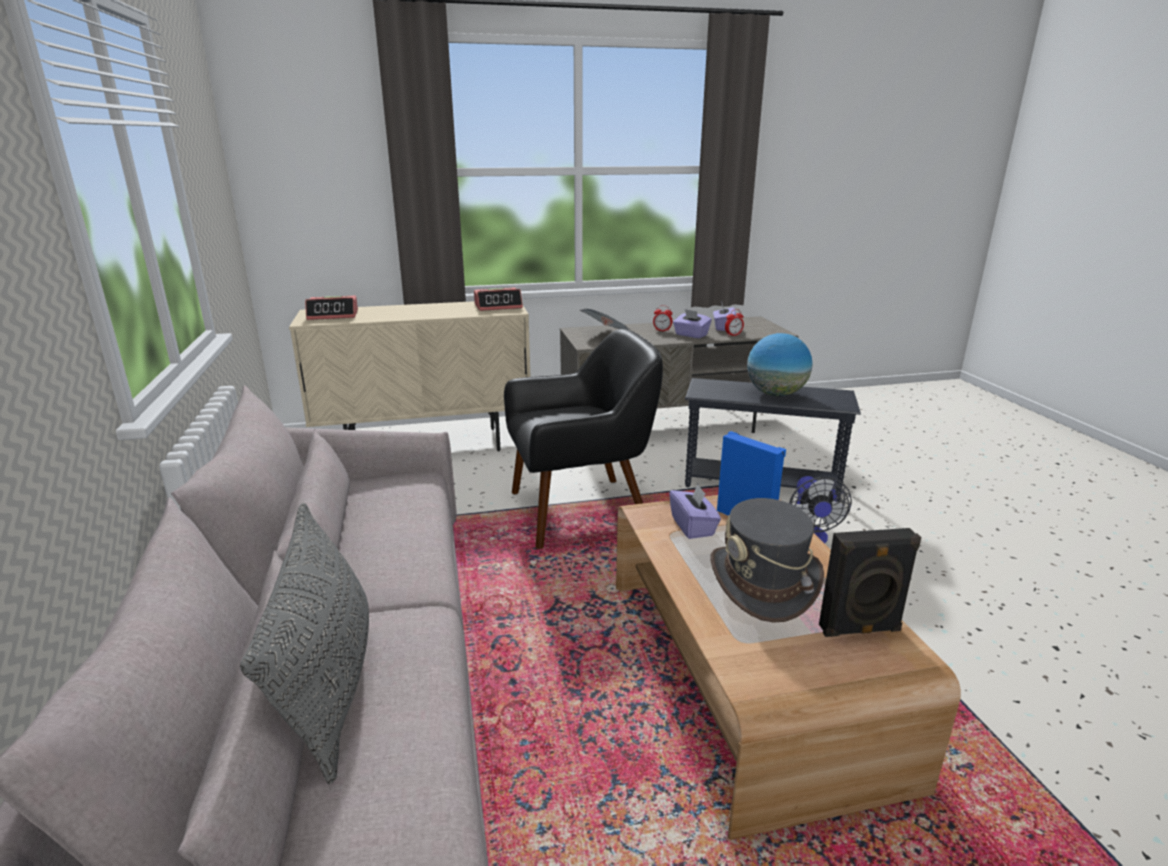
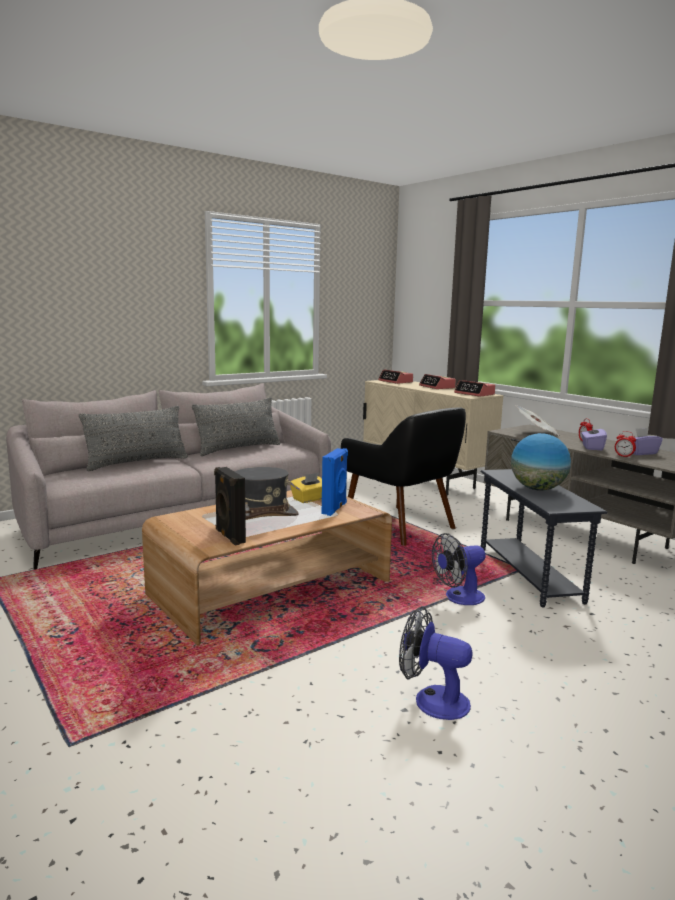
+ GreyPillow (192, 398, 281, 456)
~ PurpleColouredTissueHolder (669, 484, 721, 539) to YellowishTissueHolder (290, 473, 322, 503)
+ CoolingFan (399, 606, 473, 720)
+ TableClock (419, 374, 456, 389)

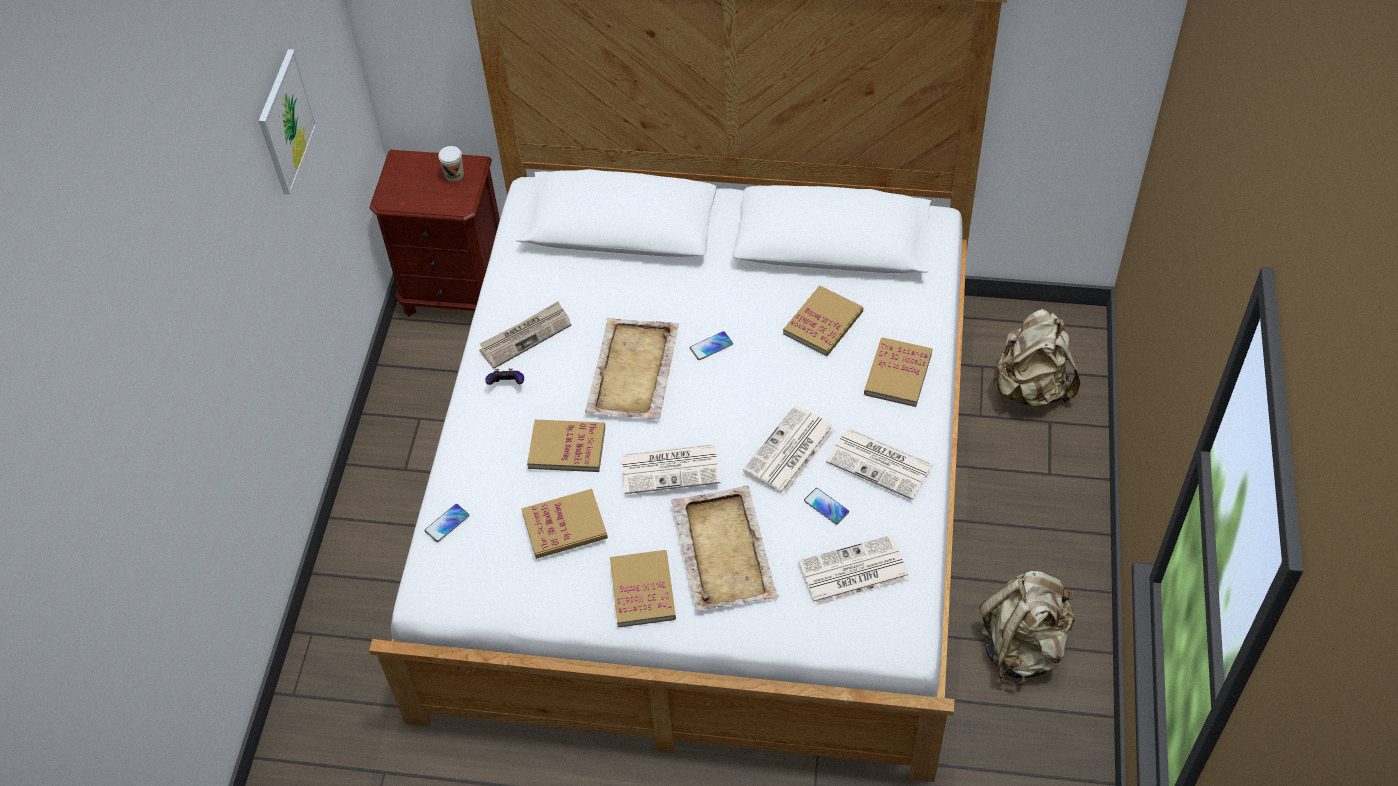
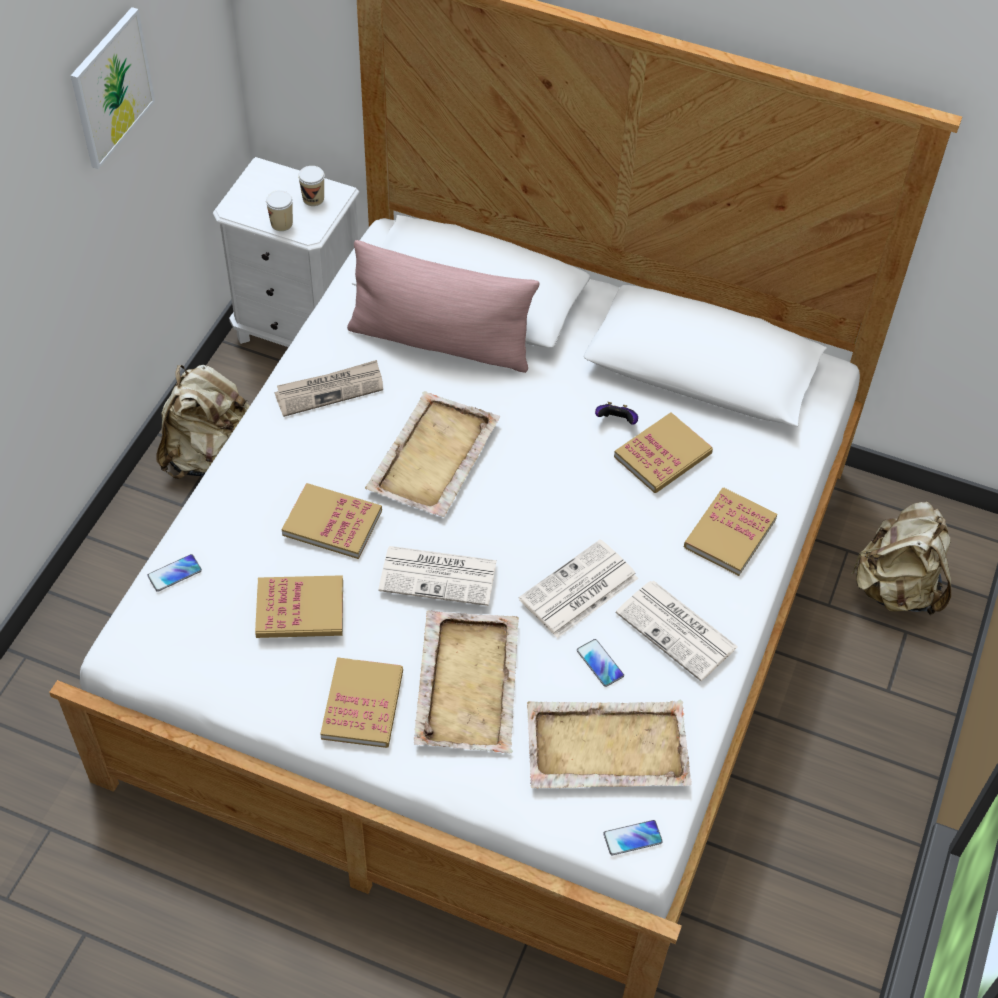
~ BeigeColouredBackpack (979, 571, 1075, 685) to (156, 365, 250, 479)
~ BrownColouredNightTable (369, 150, 500, 316) to WhiteNightTable (213, 157, 360, 347)
+ SmallCup (266, 190, 293, 231)
+ PinkPillow (347, 240, 540, 373)
~ PrintedPaper (798, 535, 909, 606) to BeigeColouredServingTray (527, 700, 692, 789)
~ Joypad (485, 368, 524, 385) to (595, 402, 638, 425)
~ Telephone (690, 331, 733, 360) to (603, 820, 663, 855)

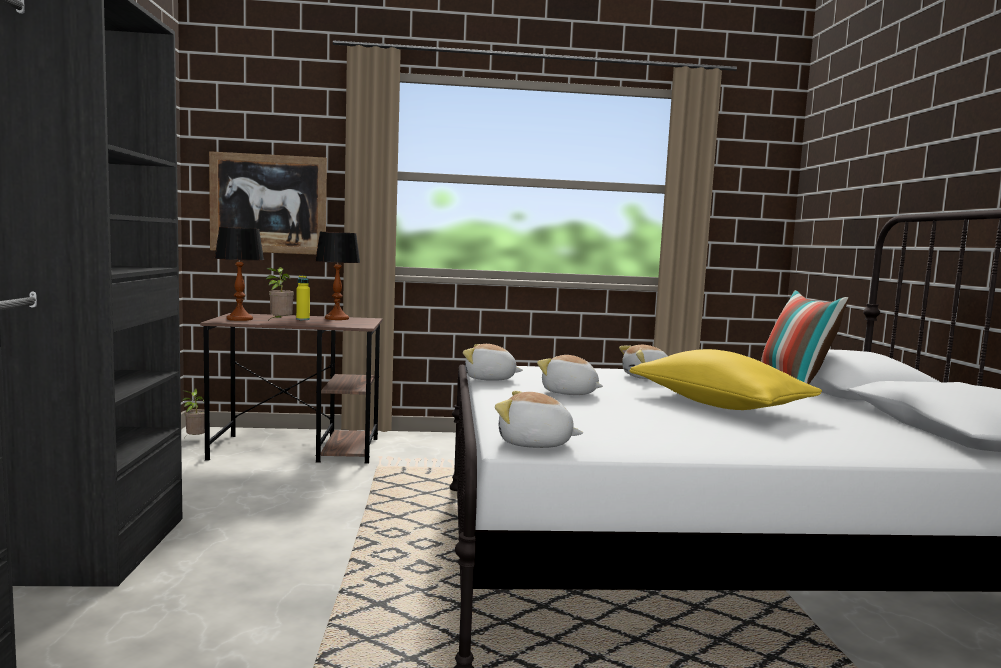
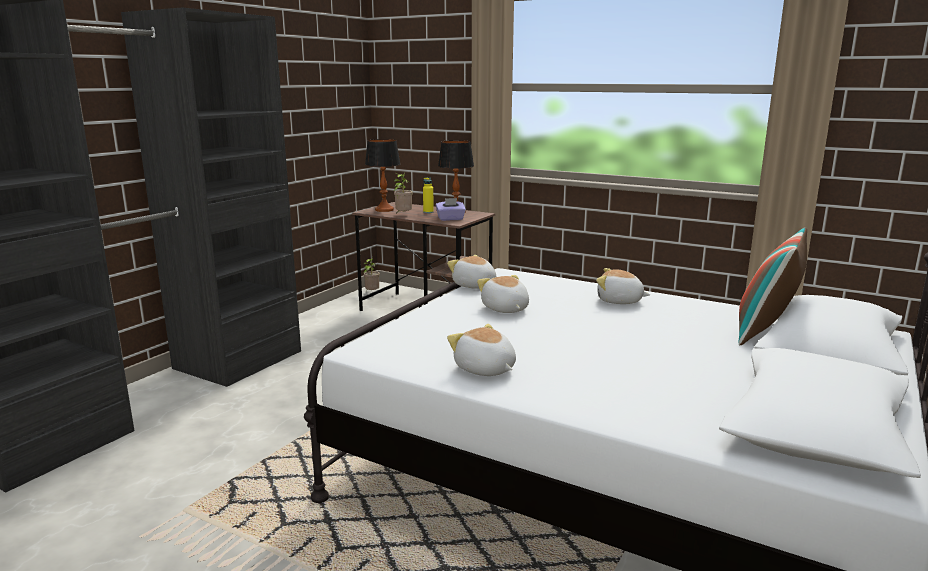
+ PurpleColouredTissueHolder (436, 198, 466, 221)
~ SoftToy (495, 391, 583, 448) to (447, 324, 516, 376)
- Picture (209, 151, 327, 255)
- YellowishPillow (629, 349, 822, 410)

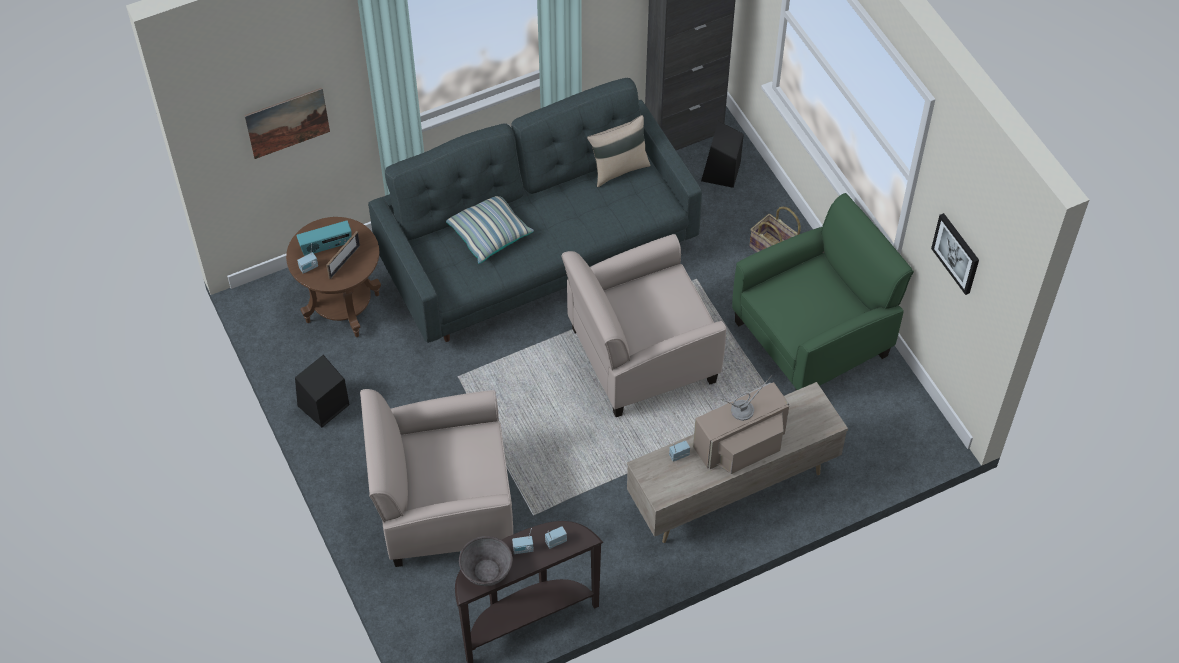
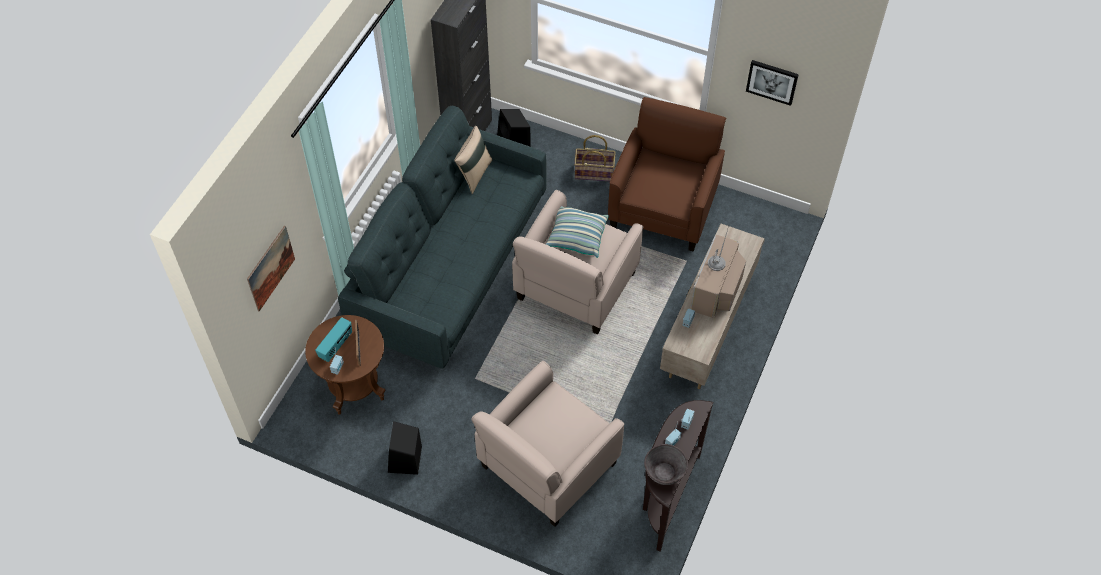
~ Pillow (446, 196, 534, 264) to (546, 206, 609, 258)
~ GreenColouredEasyChair (732, 193, 914, 390) to BrownColouredEasyChair (608, 97, 726, 252)

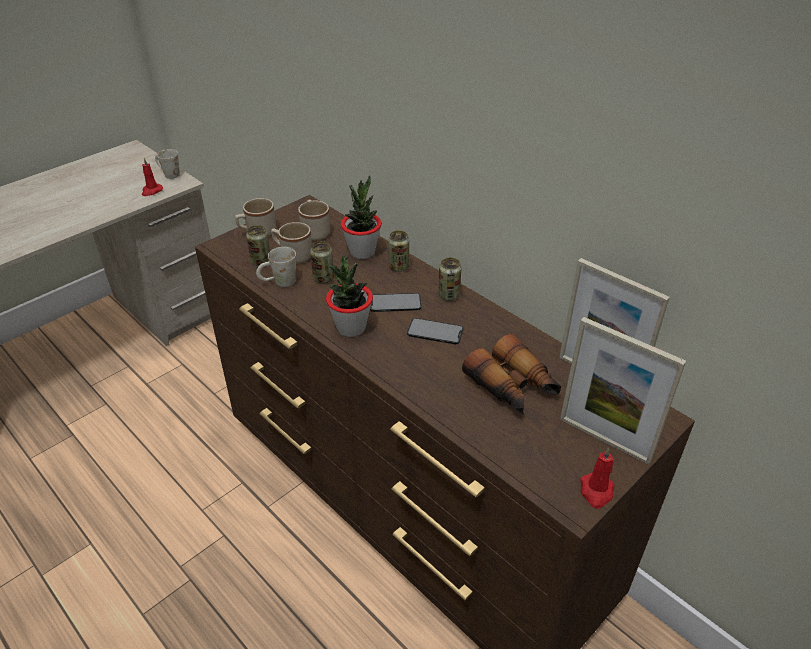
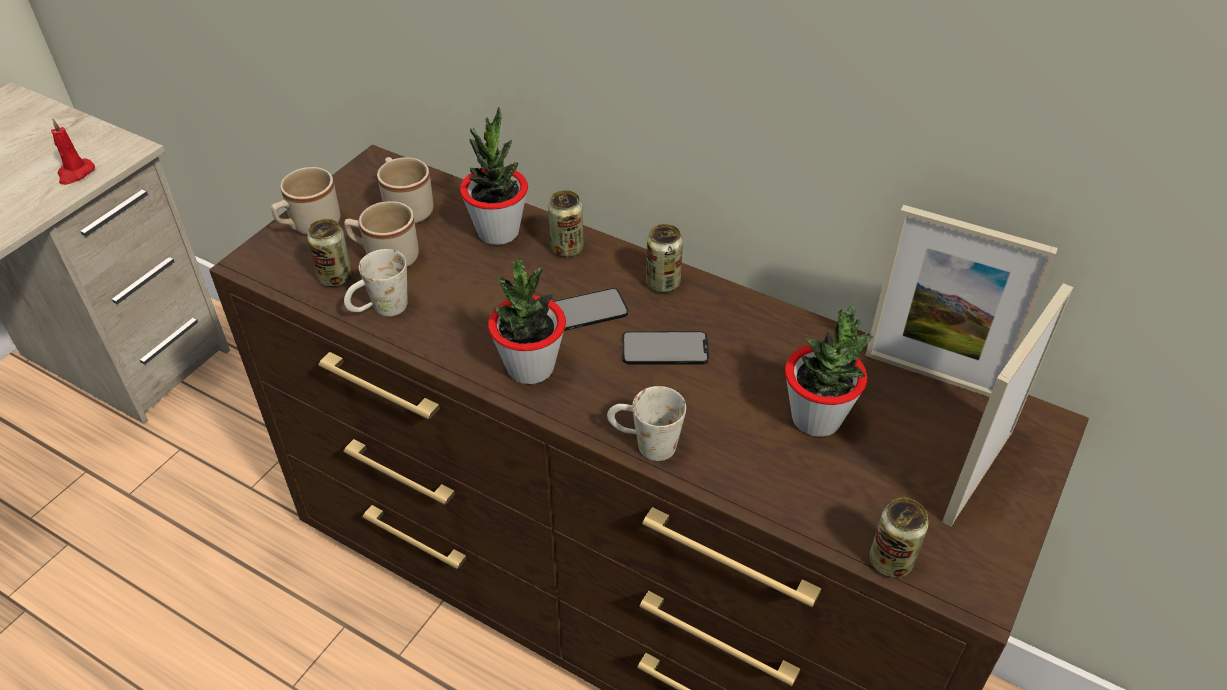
~ WhiteCoffeeMug (155, 149, 180, 179) to (607, 386, 686, 461)
~ Binoculars (462, 334, 561, 414) to Houseplant (785, 305, 873, 437)
~ SealedCan (310, 241, 334, 283) to (869, 498, 928, 578)
~ PhotoFrame (560, 317, 686, 465) = (942, 283, 1073, 527) 105 degrees clockwise
- RedColouredWaxLight (580, 447, 615, 508)

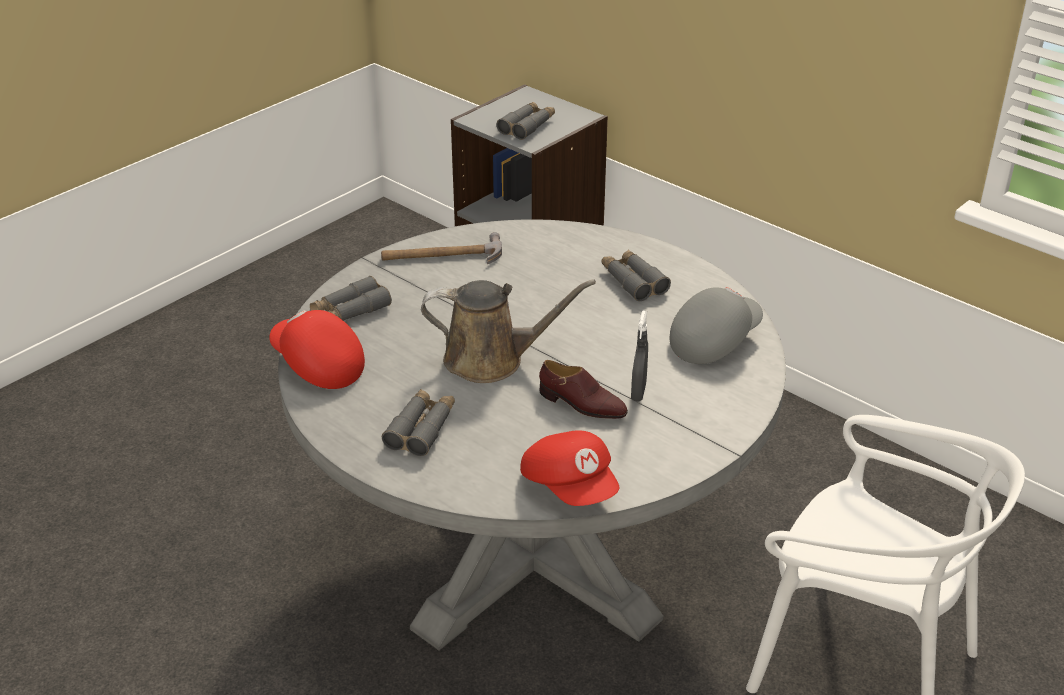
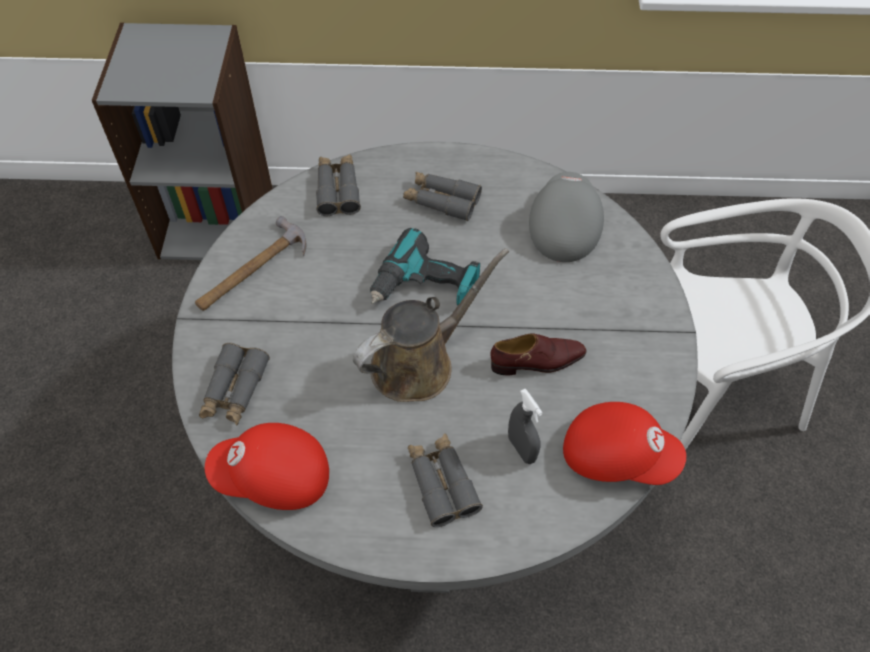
~ GreyBinoculars (497, 102, 555, 140) to (316, 154, 361, 216)
+ ElectricDrill (370, 228, 480, 305)
~ GreyHandSprayer (631, 311, 648, 401) to (508, 389, 543, 464)

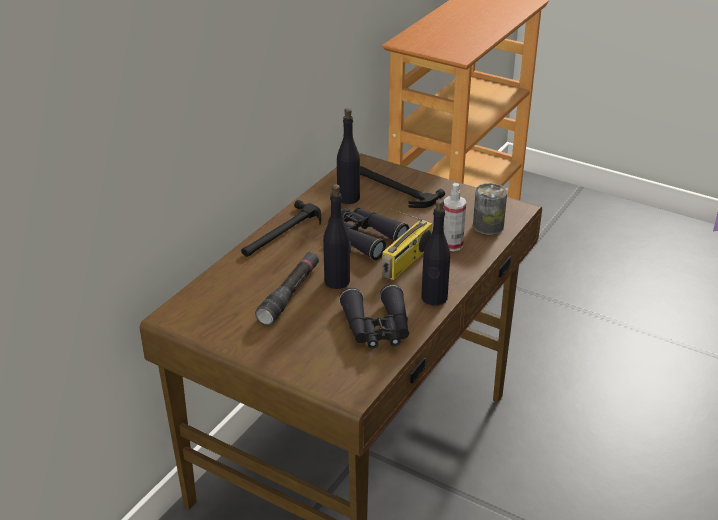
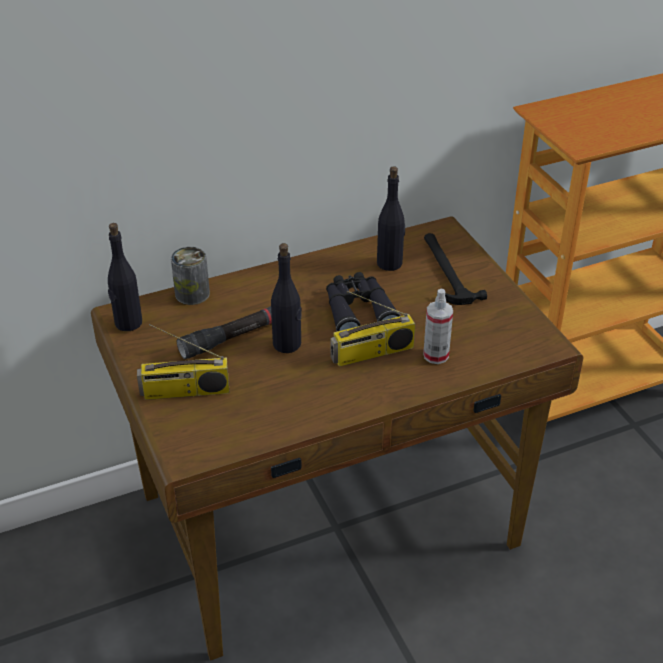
~ BlackishBottle (421, 199, 450, 306) to (108, 223, 142, 331)
+ Radio (137, 324, 230, 400)
~ SealedCan (473, 183, 507, 235) to (171, 247, 210, 305)
- Hammer (241, 200, 321, 257)
- BlackishBinoculars (339, 284, 409, 349)

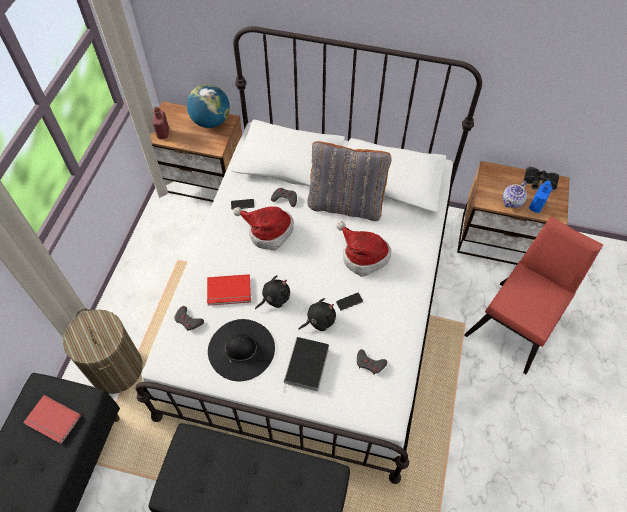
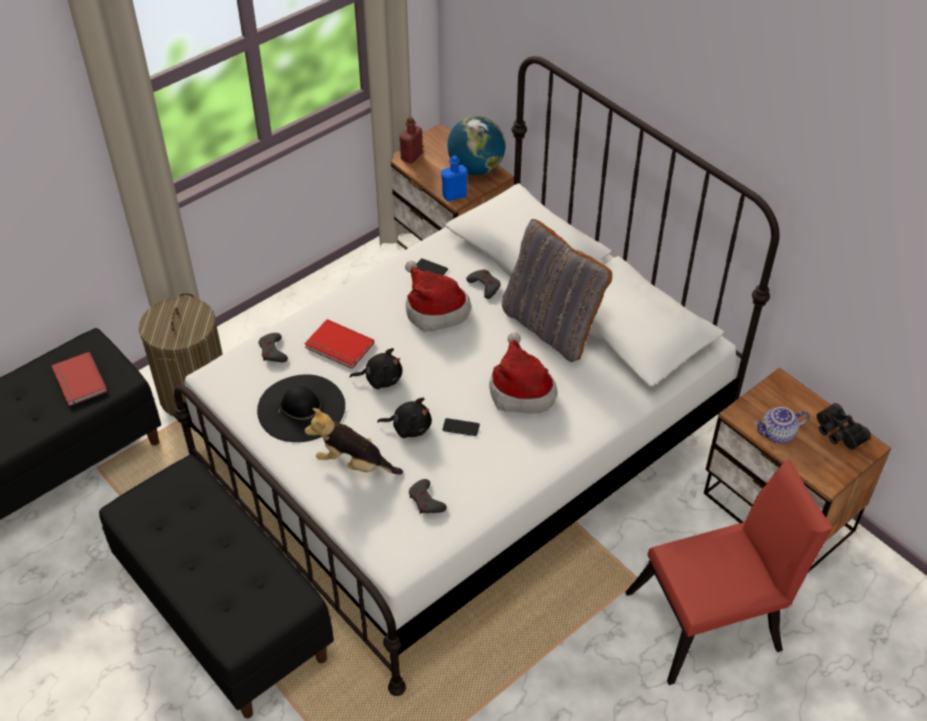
~ BoundBook (284, 337, 329, 392) to SoftToy (305, 408, 403, 474)
~ BlueColouredBottle (529, 180, 553, 213) to (441, 155, 468, 201)

